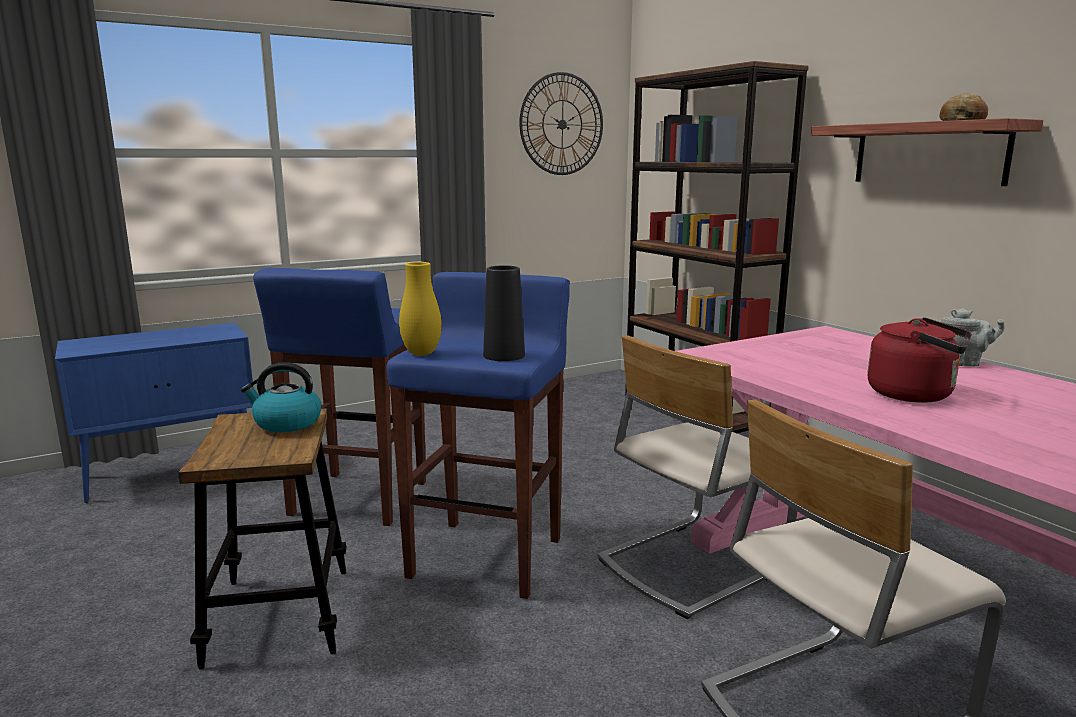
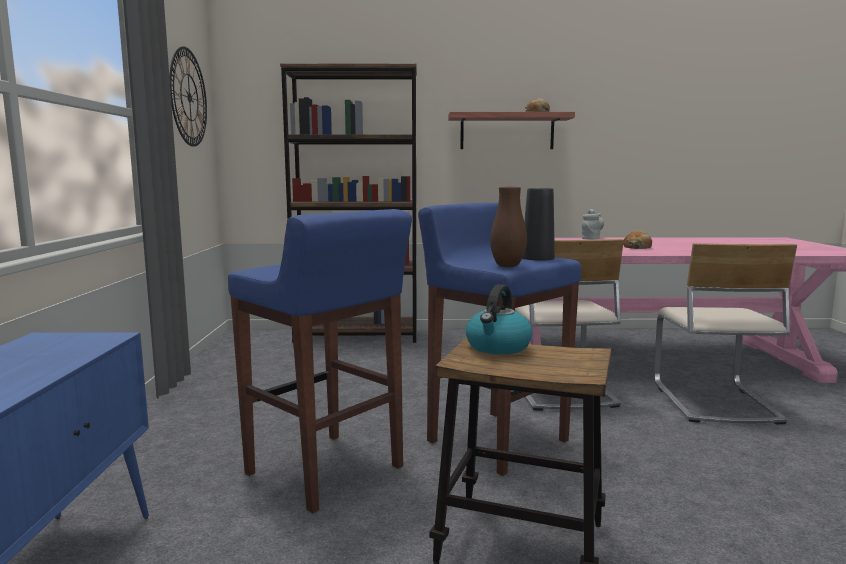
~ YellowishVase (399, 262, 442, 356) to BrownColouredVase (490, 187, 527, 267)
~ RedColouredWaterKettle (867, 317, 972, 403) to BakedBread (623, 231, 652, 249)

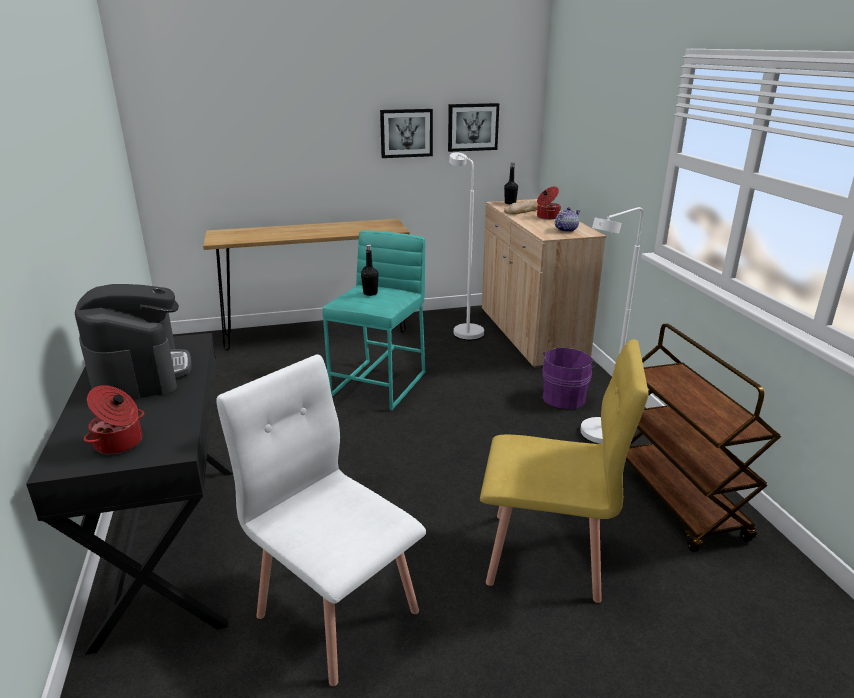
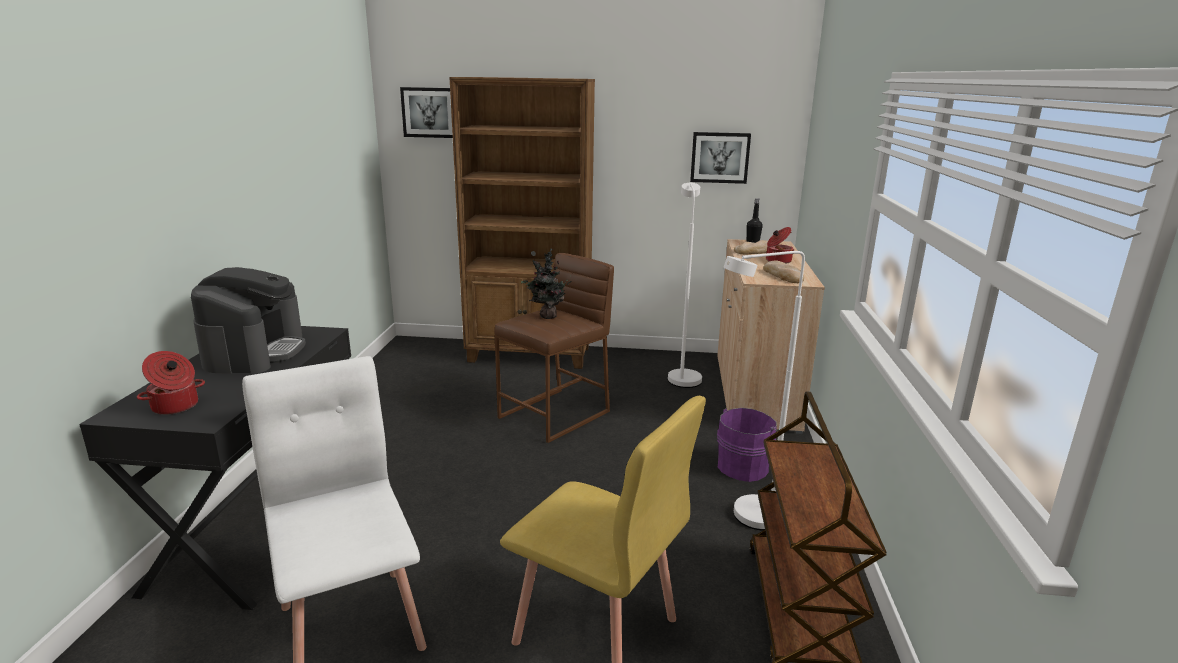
~ Picture (380, 109, 433, 158) to (400, 87, 453, 138)
~ BrownColouredHallTable (203, 219, 410, 350) to BrownColouredBookshelf (449, 77, 595, 369)
~ BlueGreenStoolSeat (322, 230, 425, 410) to BrownColouredStoolSeat (495, 253, 614, 443)
~ BlackishBottle (361, 245, 378, 296) to Houseplant (521, 249, 571, 319)
~ TeaPot (555, 207, 580, 232) to BakedBread (763, 261, 804, 283)

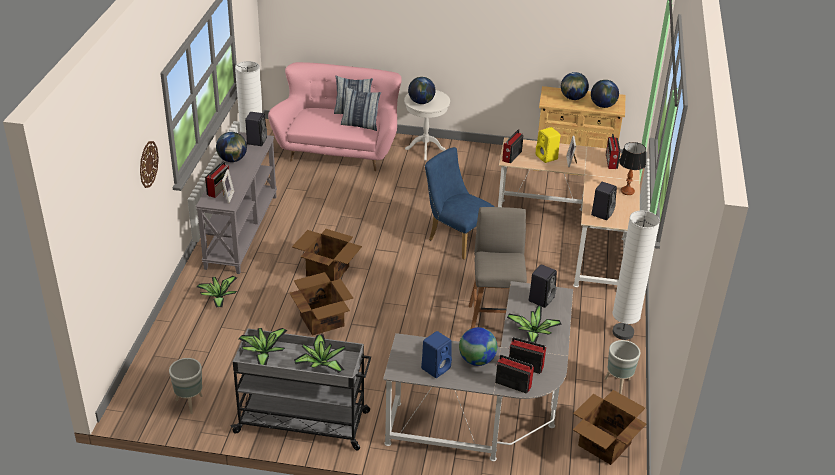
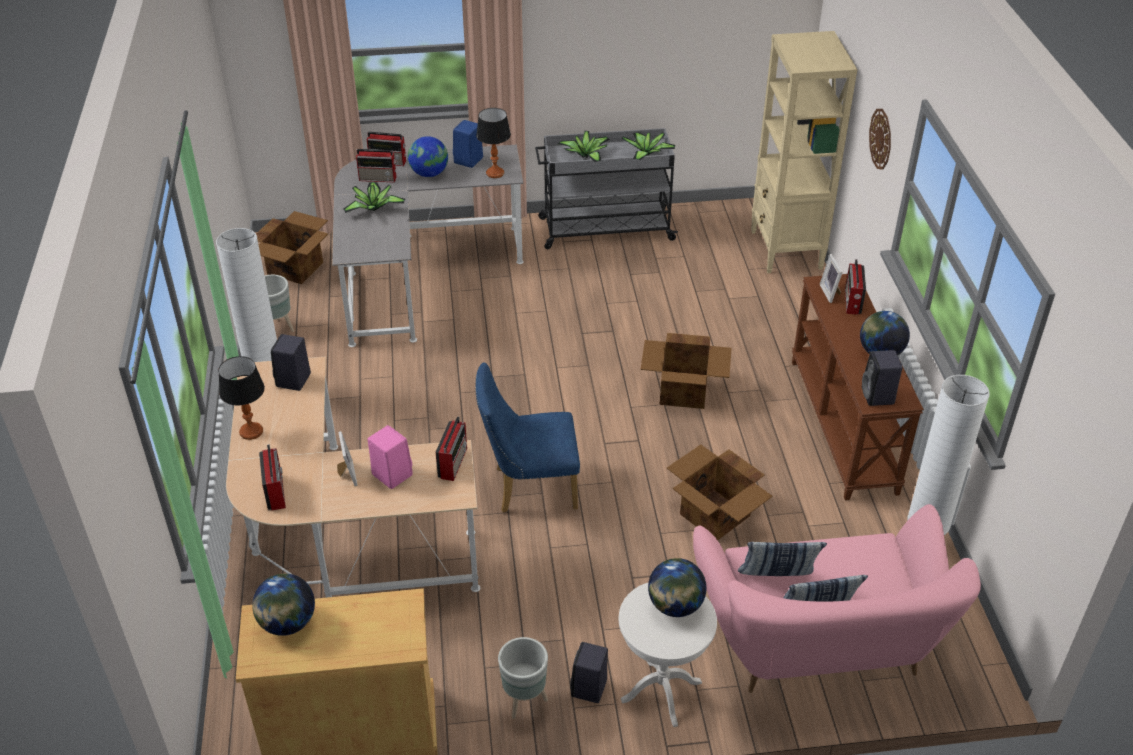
~ YellowishLoudspeaker (536, 127, 560, 163) to PinkLoudspeaker (368, 425, 413, 489)
~ BlueColouredChair (425, 147, 494, 260) = (475, 362, 580, 513) 150 degrees clockwise
+ TableLamp (476, 108, 511, 178)
~ GreyPlantPot (169, 358, 203, 414) to (498, 637, 548, 719)
~ BlackishLoudspeaker (529, 264, 557, 308) to (570, 642, 608, 703)
~ Carton (289, 272, 353, 336) to (667, 445, 773, 540)
+ BeigeColouredBookshelf (751, 31, 857, 273)
~ GreyHallTable (196, 132, 277, 274) to BrownColouredHallTable (792, 274, 924, 500)
- Houseplant (197, 276, 237, 308)
- GreyStoolSeat (469, 207, 527, 329)
- DeskGlobe (561, 72, 589, 100)

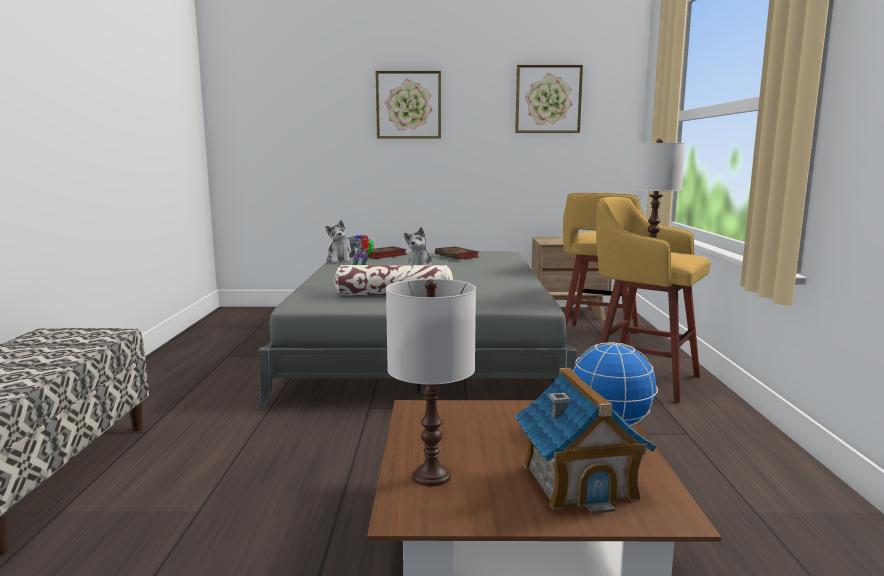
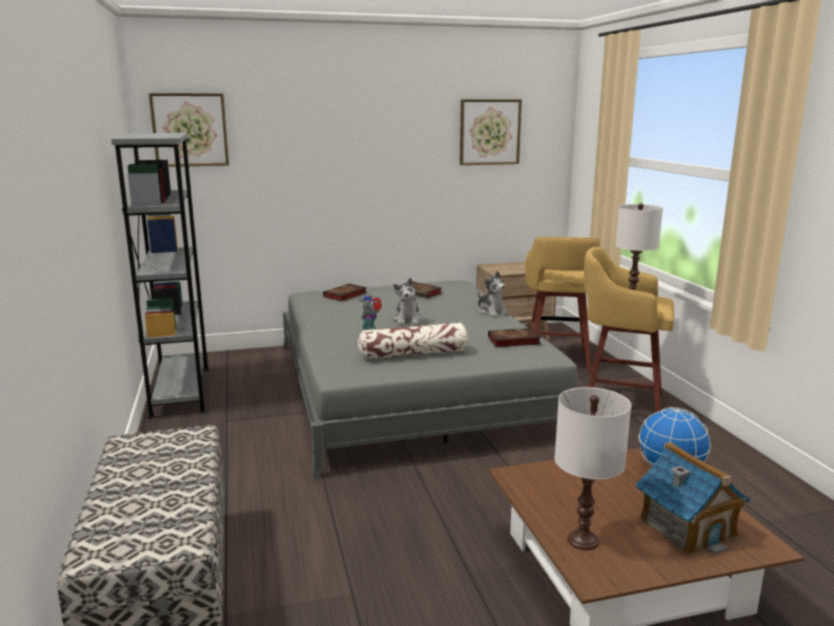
+ GreyBookshelf (111, 133, 209, 419)
~ Picture (376, 71, 441, 138) to (149, 93, 229, 167)
~ SoftToy (325, 220, 352, 263) to (478, 271, 508, 317)
+ BoundBook (488, 328, 541, 347)

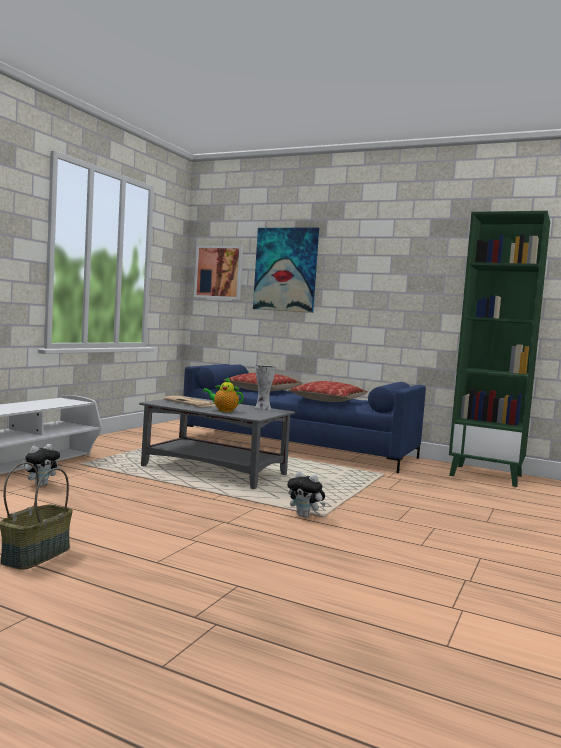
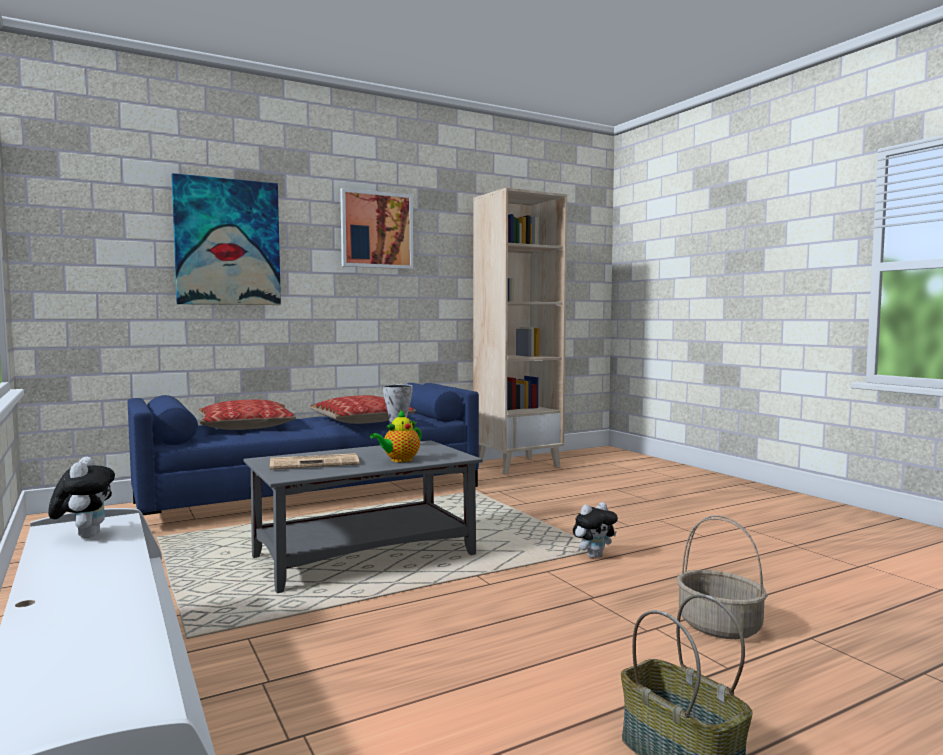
~ SoftToy (24, 444, 61, 487) to (48, 457, 115, 538)
~ Picture (194, 245, 243, 300) to (340, 188, 413, 269)
~ GreenColouredBookshelf (449, 211, 550, 487) to BeigeColouredBookshelf (473, 187, 567, 475)
+ HouseholdBasket (677, 515, 768, 639)

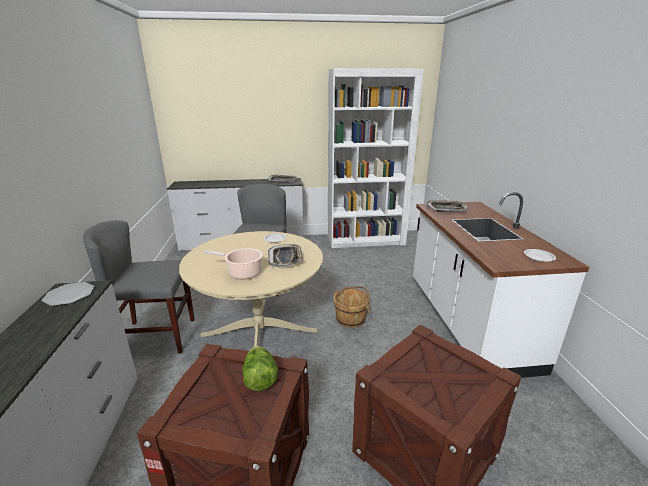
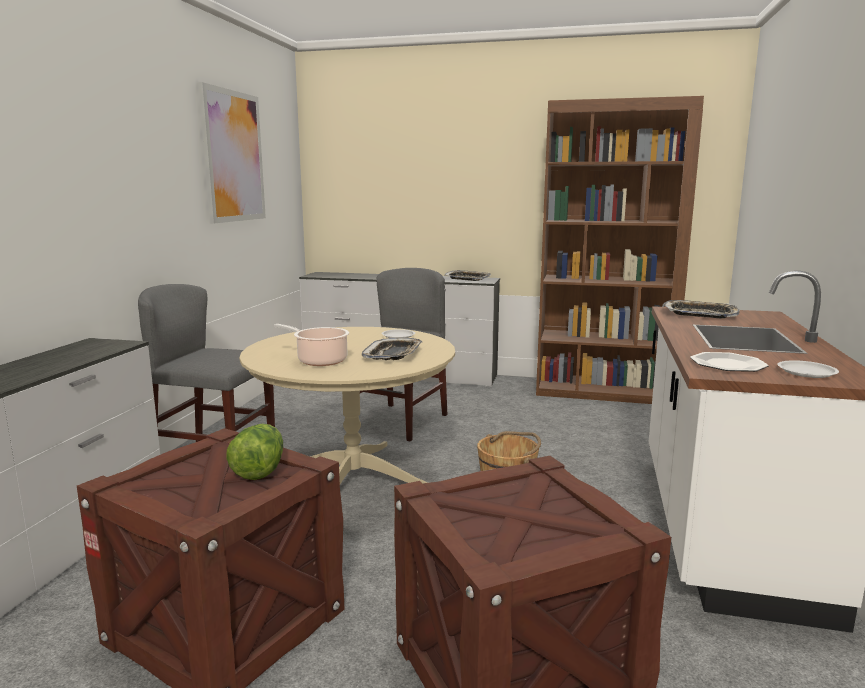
+ Picture (198, 82, 266, 223)
~ WhiteBookshelf (328, 68, 424, 248) to BrownColouredBookshelf (536, 96, 704, 404)
~ FlatDish (42, 282, 94, 306) to (690, 352, 769, 372)

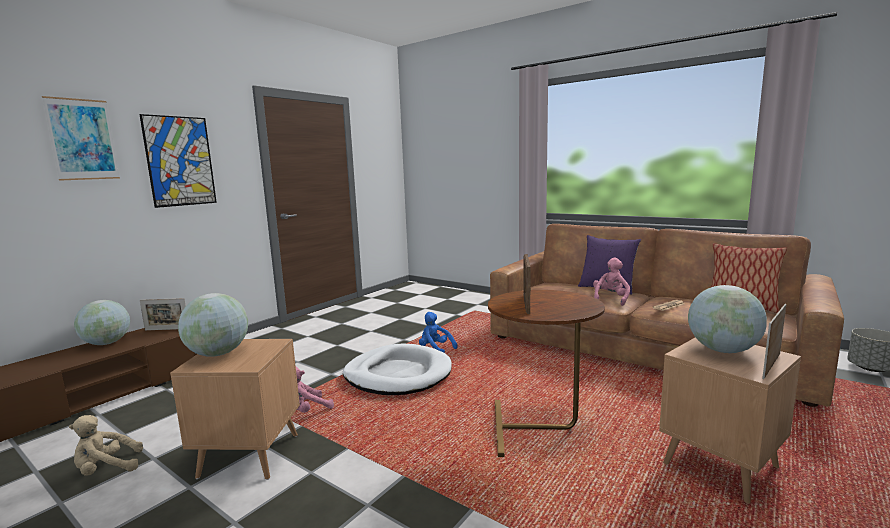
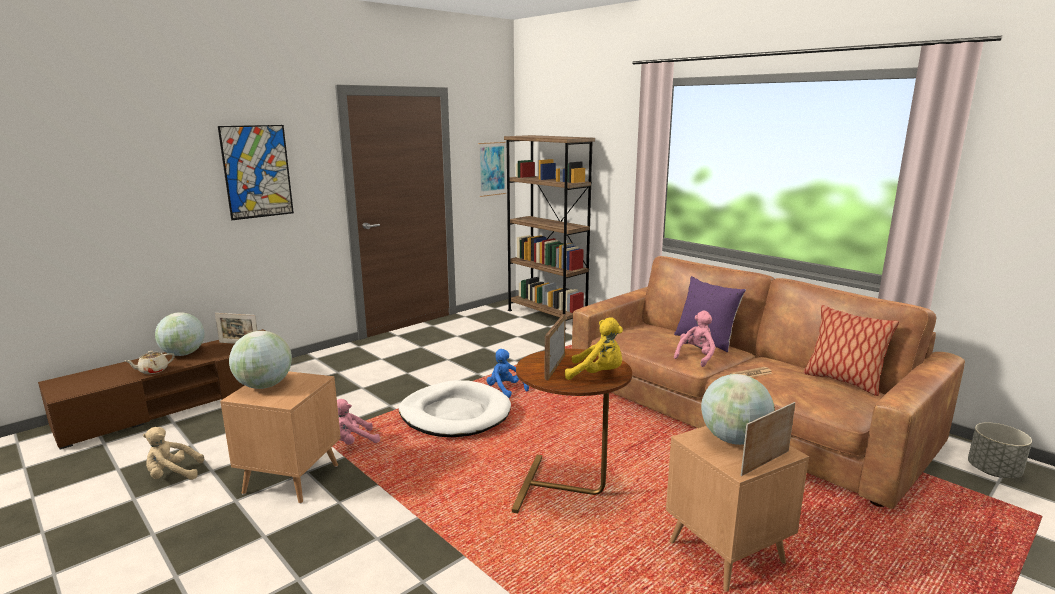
+ BeigeColouredTeaPot (125, 351, 175, 374)
~ Picture (42, 96, 120, 181) to (478, 142, 506, 197)
+ BrownColouredBookshelf (504, 135, 595, 330)
+ YellowishSoftToy (565, 317, 623, 380)

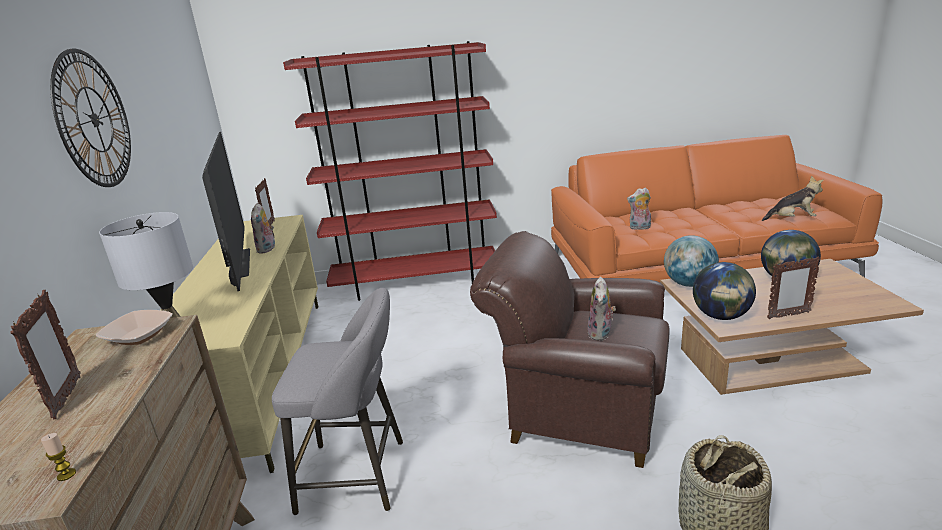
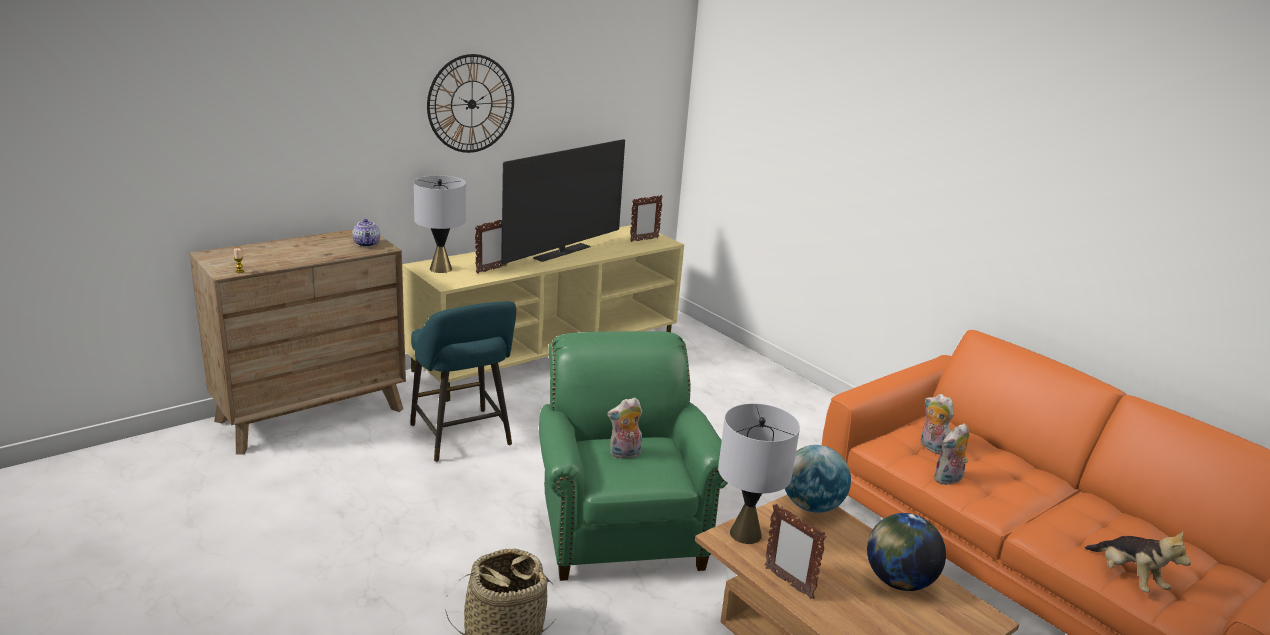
~ Bowl (96, 310, 173, 345) to TeaPot (352, 218, 380, 247)
~ GreyStoolSeat (272, 288, 403, 515) to BlueGreenStoolSeat (410, 301, 516, 462)
~ PhotoFrame (11, 290, 81, 420) to (475, 220, 508, 274)
~ BrownColouredEasyChair (470, 231, 669, 468) to GreenColouredEasyChair (539, 331, 728, 581)
~ DeskGlobe (693, 262, 756, 320) to GreyTableLamp (718, 403, 800, 544)
~ SoftToy (251, 203, 275, 254) to (933, 423, 969, 485)
- RedColouredBookshelf (283, 41, 497, 301)

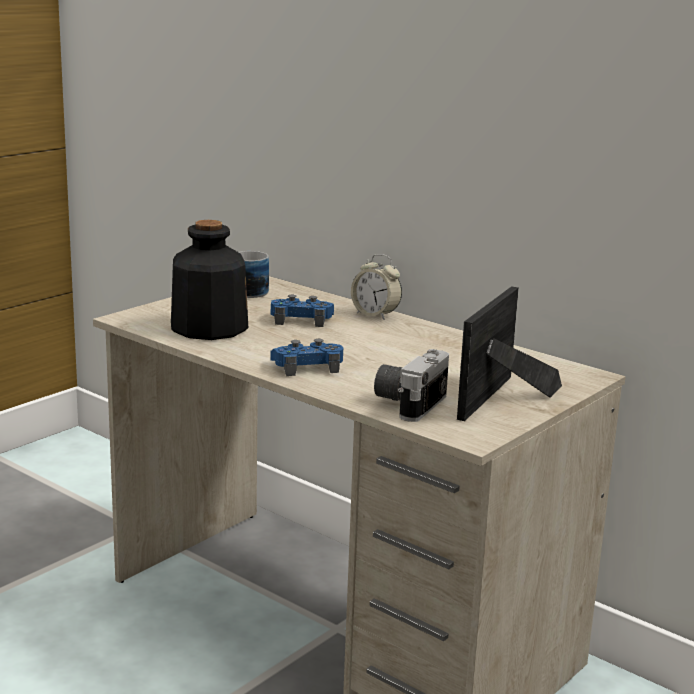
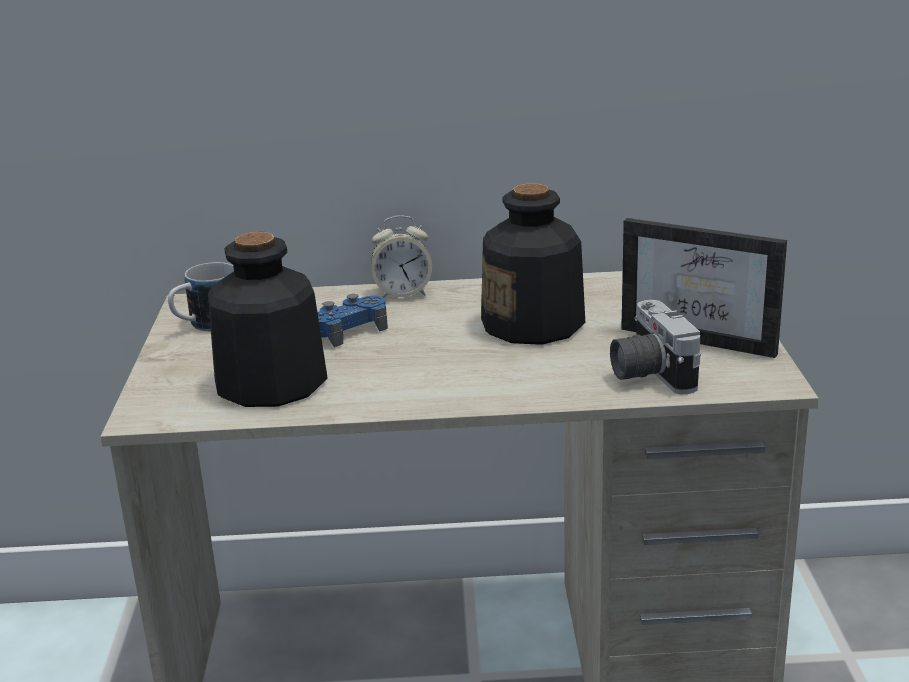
+ Bottle (481, 183, 585, 345)
~ PhotoFrame (457, 286, 562, 421) = (621, 218, 787, 358) 45 degrees counterclockwise
- BlueColouredJoypad (270, 339, 343, 376)

